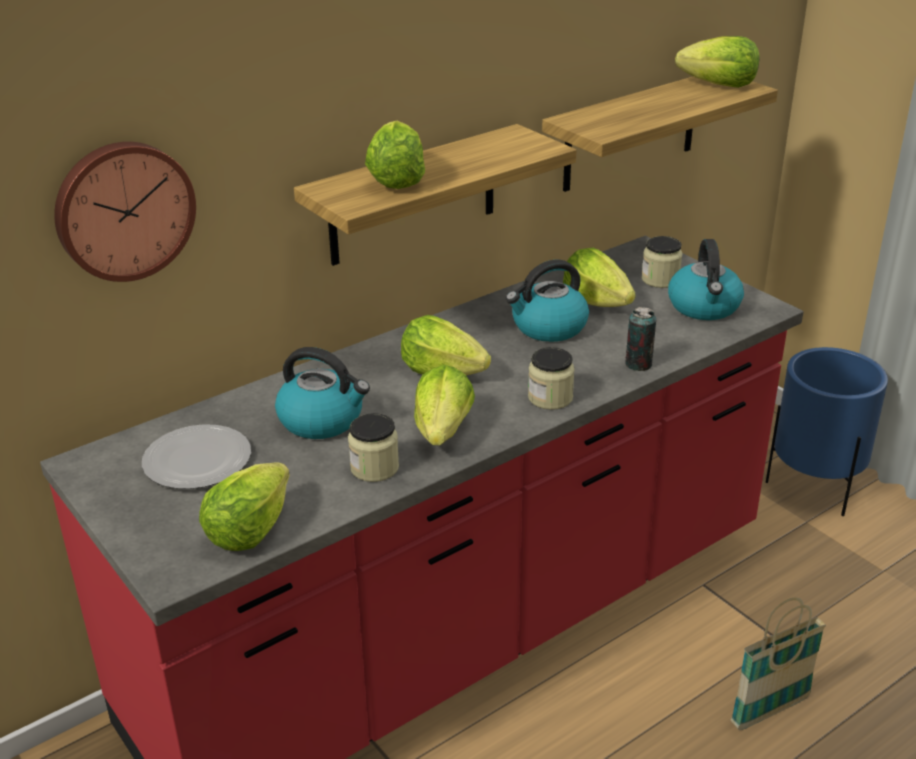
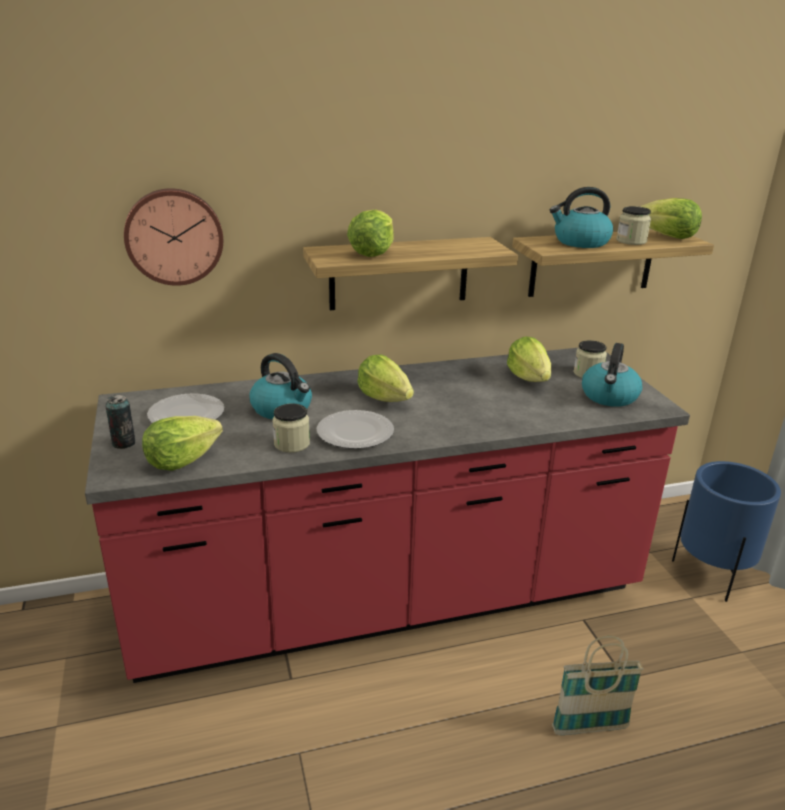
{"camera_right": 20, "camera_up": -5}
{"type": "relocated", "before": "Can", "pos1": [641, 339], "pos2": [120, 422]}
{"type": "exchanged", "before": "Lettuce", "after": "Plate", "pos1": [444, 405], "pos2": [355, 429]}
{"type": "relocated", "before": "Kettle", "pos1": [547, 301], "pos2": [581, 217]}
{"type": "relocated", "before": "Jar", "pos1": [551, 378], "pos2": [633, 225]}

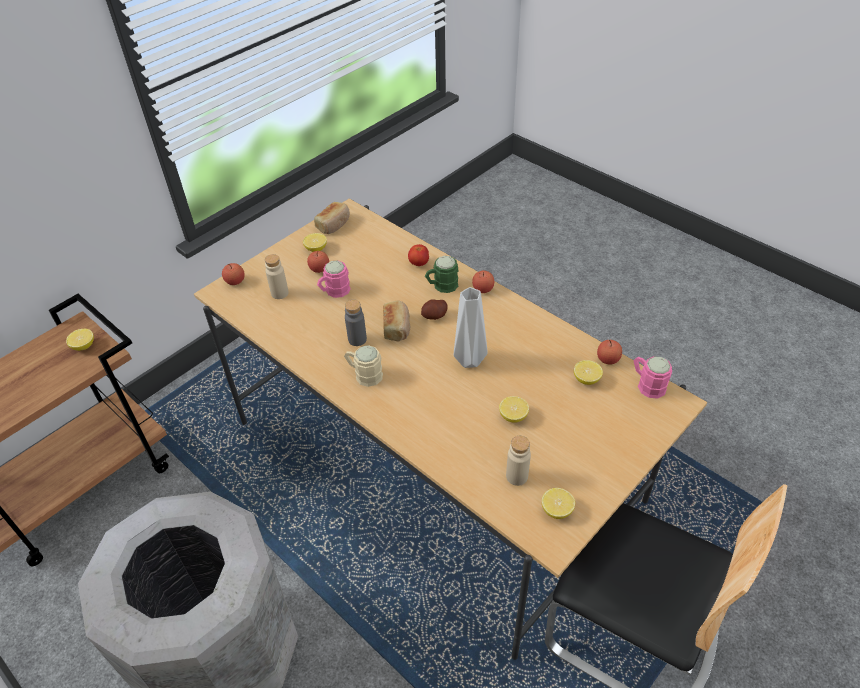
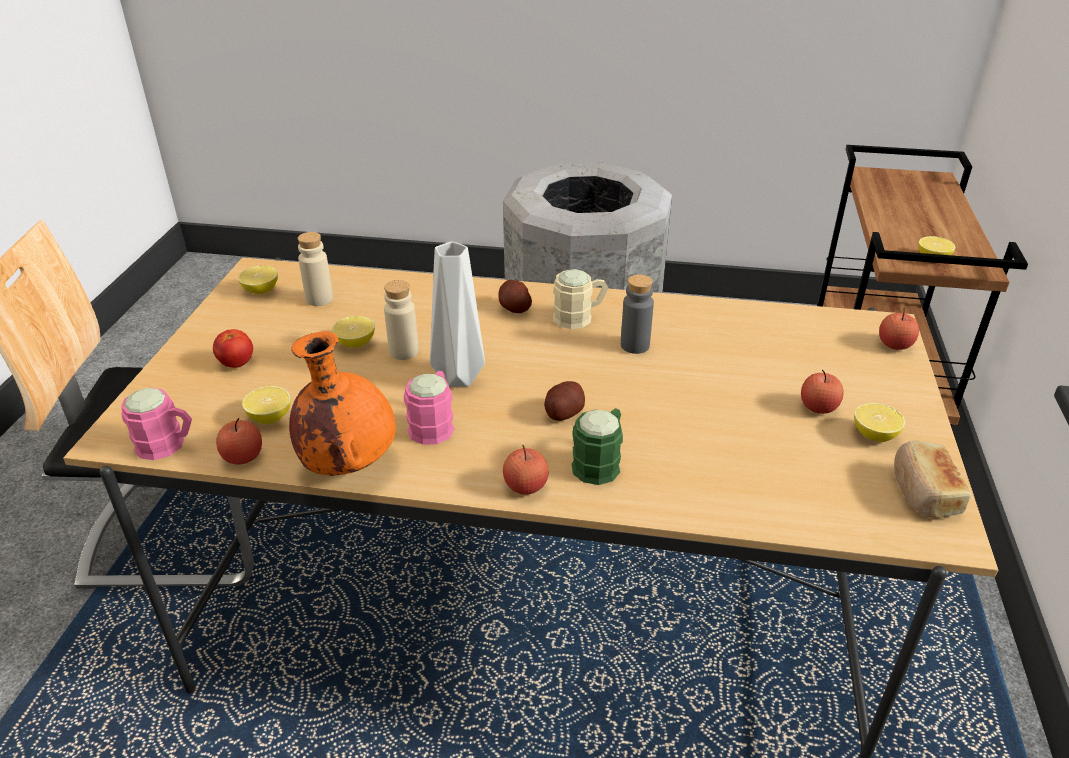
{"camera_right": 145, "camera_up": -10}
{"type": "relocated", "before": "Tomato", "pos1": [418, 255], "pos2": [233, 348]}
{"type": "appeared", "after": "OrangeVase", "pos2": [342, 403]}
{"type": "relocated", "before": "BeigeBottle", "pos1": [277, 276], "pos2": [401, 320]}
{"type": "relocated", "before": "PinkMug", "pos1": [334, 279], "pos2": [429, 408]}
{"type": "appeared", "after": "Potato", "pos2": [515, 296]}
{"type": "missing", "before": "Bread", "pos1": [396, 321]}

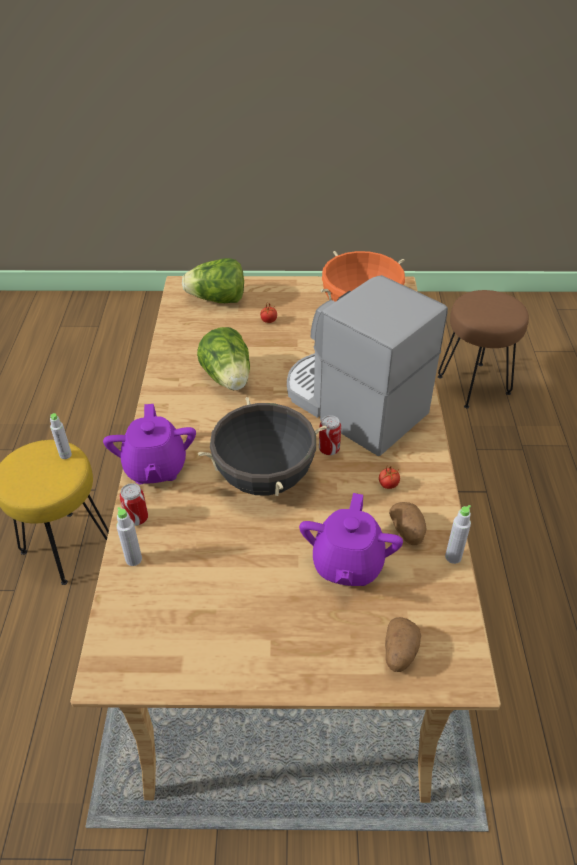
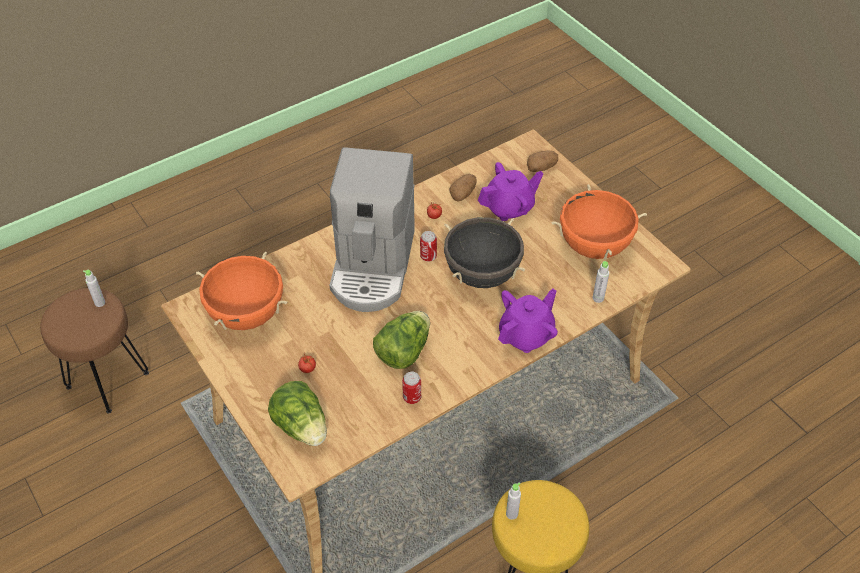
{"camera_right": -125, "camera_up": 5}
{"type": "relocated", "before": "GreyBottle", "pos1": [458, 534], "pos2": [94, 288]}
{"type": "relocated", "before": "Can", "pos1": [134, 504], "pos2": [411, 388]}
{"type": "appeared", "after": "OrangeCookingPot", "pos2": [599, 222]}

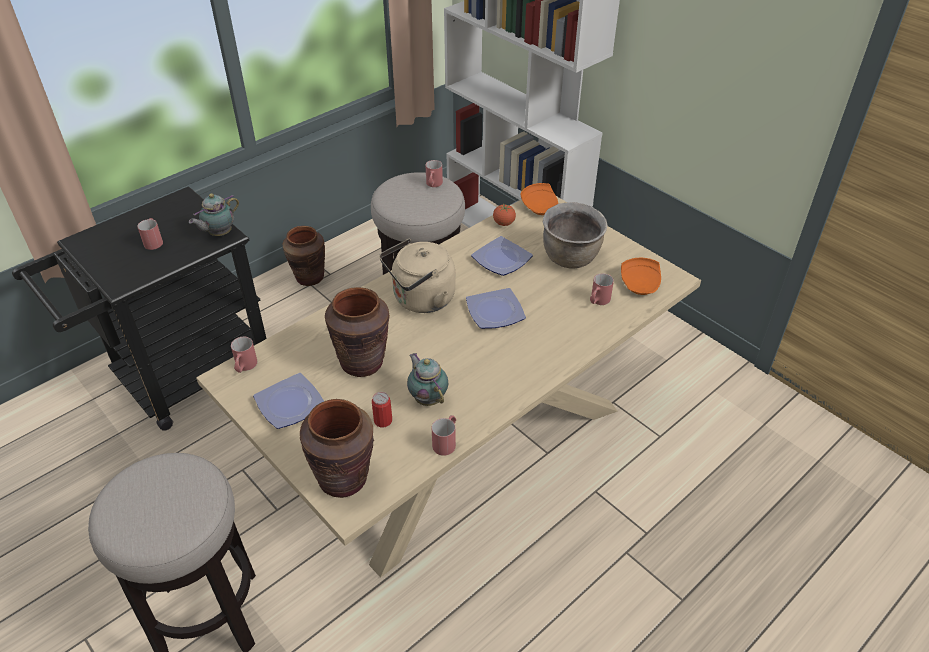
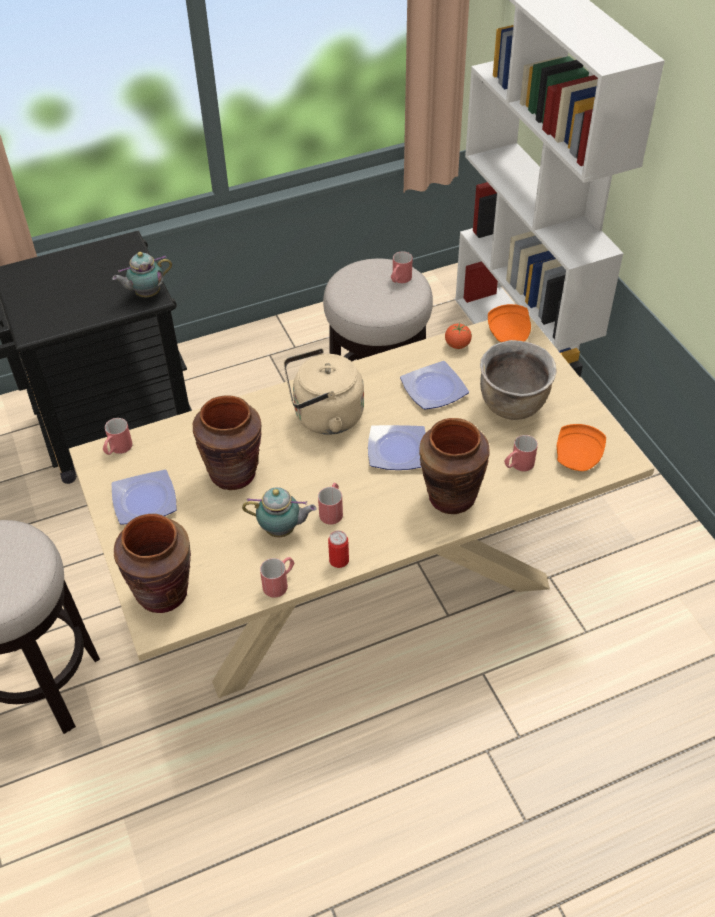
{"camera_right": 20, "camera_up": 5}
{"type": "spun", "before": "Teapot", "pos1": [427, 379], "pos2": [279, 512], "turn": 105}
{"type": "relocated", "before": "RedMug", "pos1": [150, 234], "pos2": [330, 504]}
{"type": "relocated", "before": "Can", "pos1": [382, 409], "pos2": [338, 549]}
{"type": "relocated", "before": "BrownVase", "pos1": [304, 256], "pos2": [454, 466]}

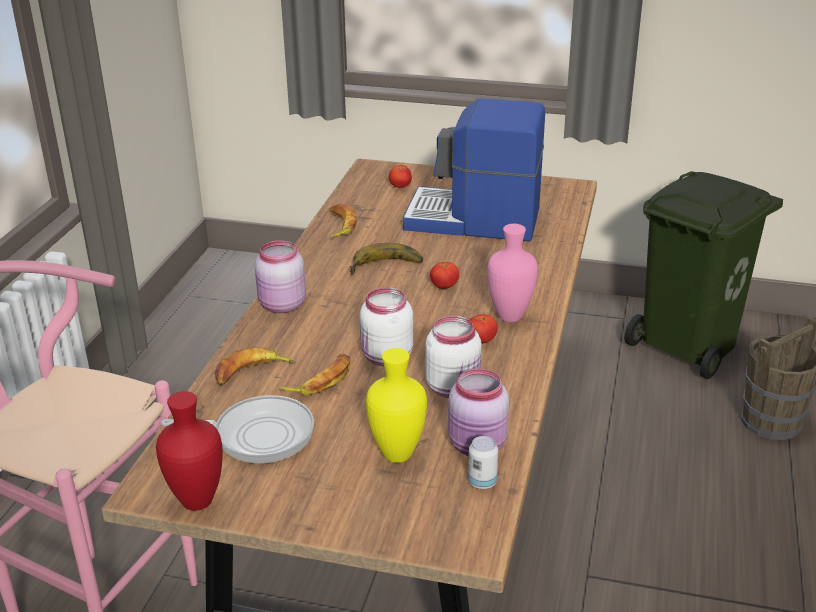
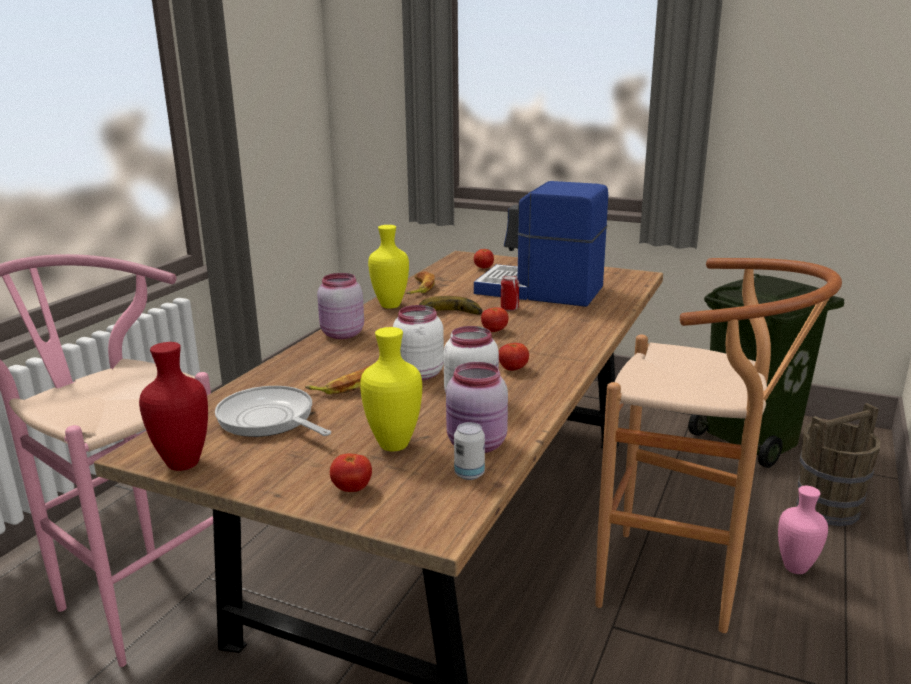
{"camera_right": 10, "camera_up": -10}
{"type": "spun", "before": "FryingPan", "pos1": [238, 429], "pos2": [273, 411], "turn": -150}
{"type": "appeared", "after": "Tomato", "pos2": [351, 472]}
{"type": "appeared", "after": "YellowVase", "pos2": [388, 267]}
{"type": "appeared", "after": "Can", "pos2": [510, 293]}
{"type": "appeared", "after": "BrownStool", "pos2": [718, 445]}
{"type": "relocated", "before": "PinkVase", "pos1": [512, 273], "pos2": [803, 530]}
{"type": "missing", "before": "Banana", "pos1": [255, 366]}

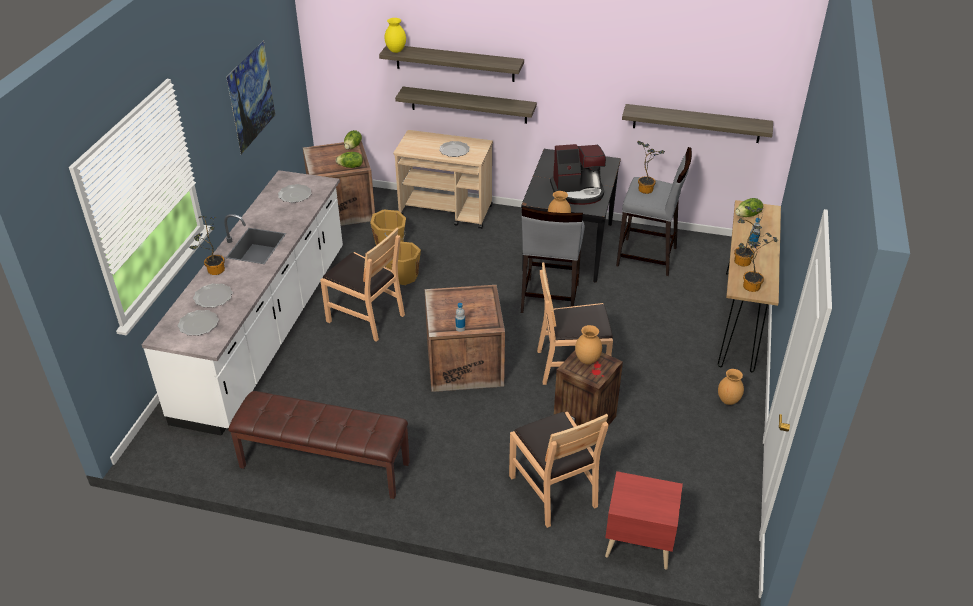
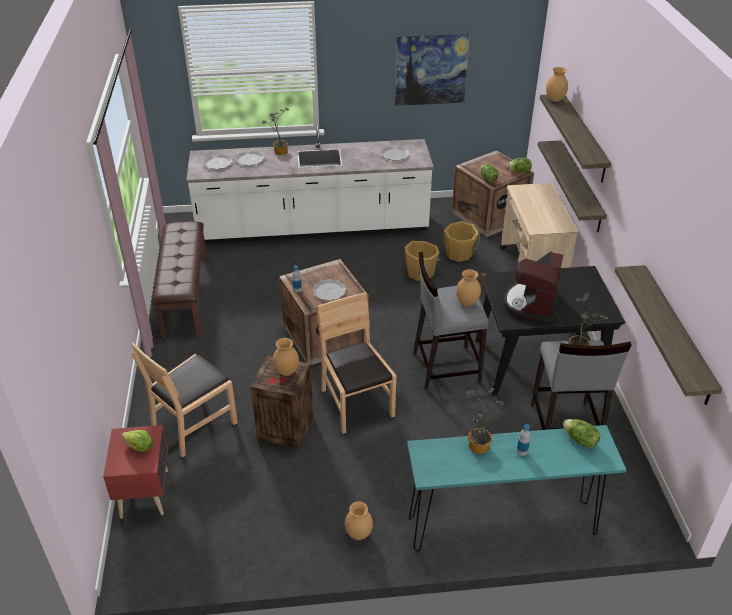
{"camera_right": 70, "camera_up": 0}
{"type": "appeared", "after": "Lettuce", "pos2": [137, 441]}
{"type": "relocated", "before": "Plate", "pos1": [454, 149], "pos2": [329, 289]}
{"type": "colour", "before": "BrownConsoleTable", "after": "TurquoiseConsoleTable", "pos1": [749, 286], "pos2": [516, 488]}
{"type": "spun", "before": "CoffeeMachine", "pos1": [578, 174], "pos2": [533, 286], "turn": 45}
{"type": "colour", "before": "YellowVase", "after": "BrownVase", "pos1": [395, 35], "pos2": [557, 84]}
{"type": "missing", "before": "BrownChair", "pos1": [362, 285]}
{"type": "missing", "before": "PottedPlant", "pos1": [758, 264]}

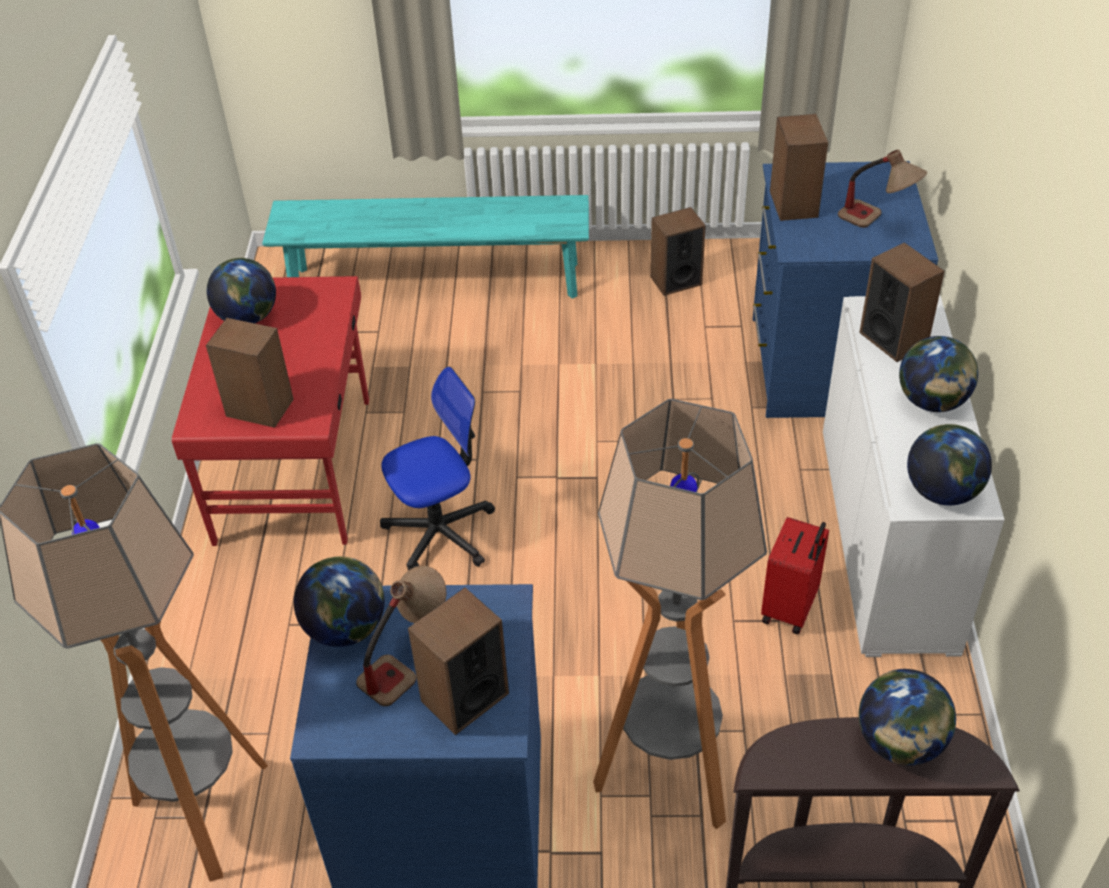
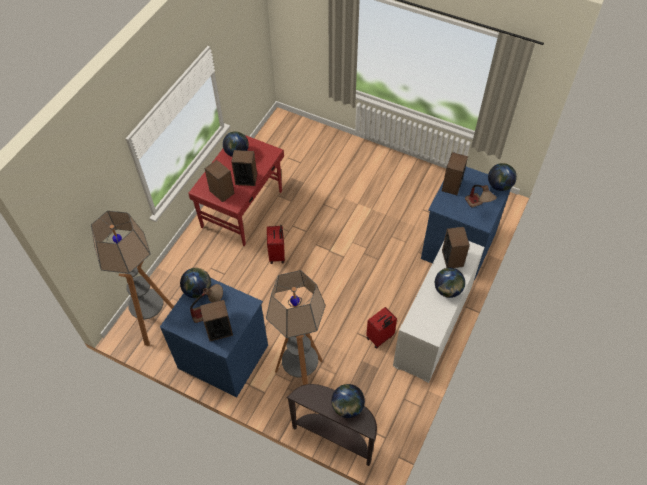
{"camera_right": 25, "camera_up": 10}
{"type": "relocated", "before": "Speaker", "pos1": [678, 251], "pos2": [244, 168]}
{"type": "exchanged", "before": "OfficeChair", "after": "RedSuitcase", "pos1": [437, 469], "pos2": [276, 244]}
{"type": "relocated", "before": "Globe", "pos1": [949, 464], "pos2": [502, 177]}
{"type": "missing", "before": "TurquoiseBench", "pos1": [425, 247]}

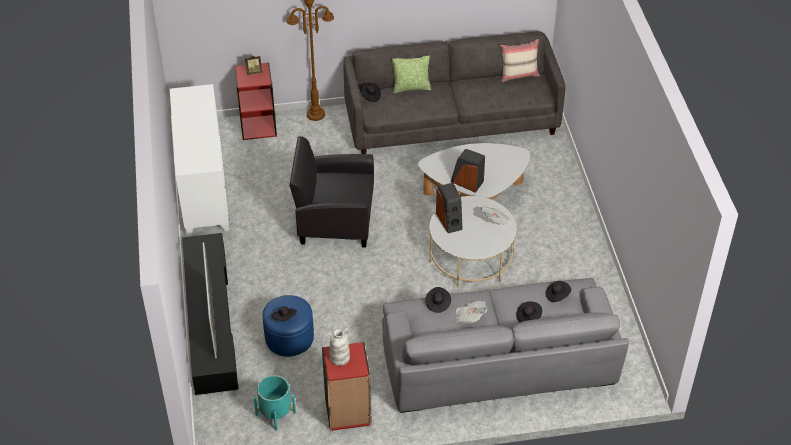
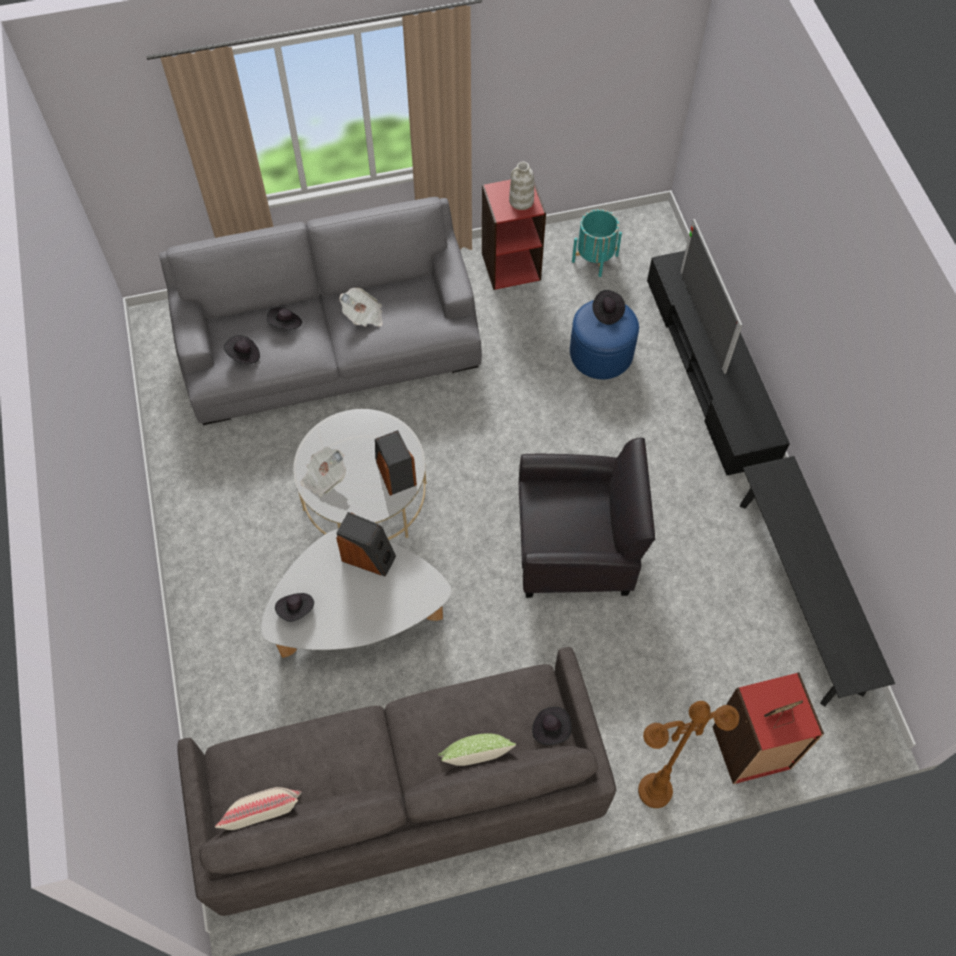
{"camera_right": 175, "camera_up": 15}
{"type": "relocated", "before": "BlackHat", "pos1": [438, 300], "pos2": [294, 607]}
{"type": "exchanged", "before": "WhiteCabinet", "after": "BlackBench", "pos1": [199, 159], "pos2": [817, 581]}

